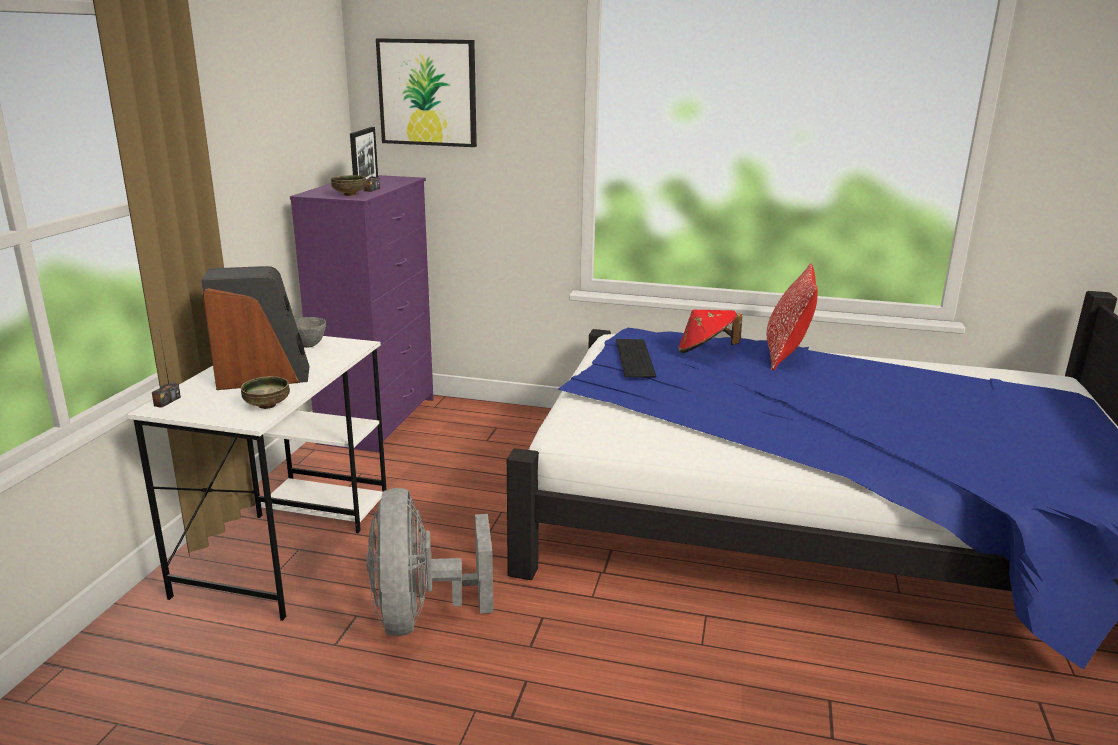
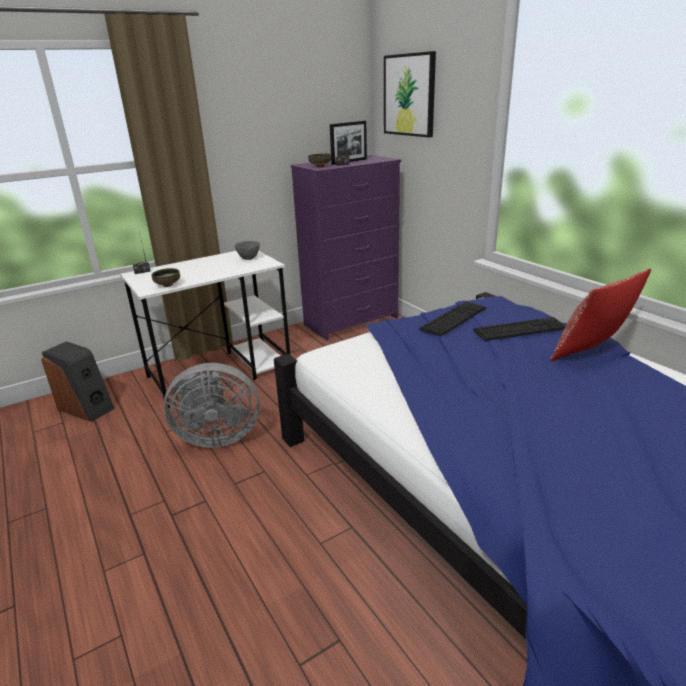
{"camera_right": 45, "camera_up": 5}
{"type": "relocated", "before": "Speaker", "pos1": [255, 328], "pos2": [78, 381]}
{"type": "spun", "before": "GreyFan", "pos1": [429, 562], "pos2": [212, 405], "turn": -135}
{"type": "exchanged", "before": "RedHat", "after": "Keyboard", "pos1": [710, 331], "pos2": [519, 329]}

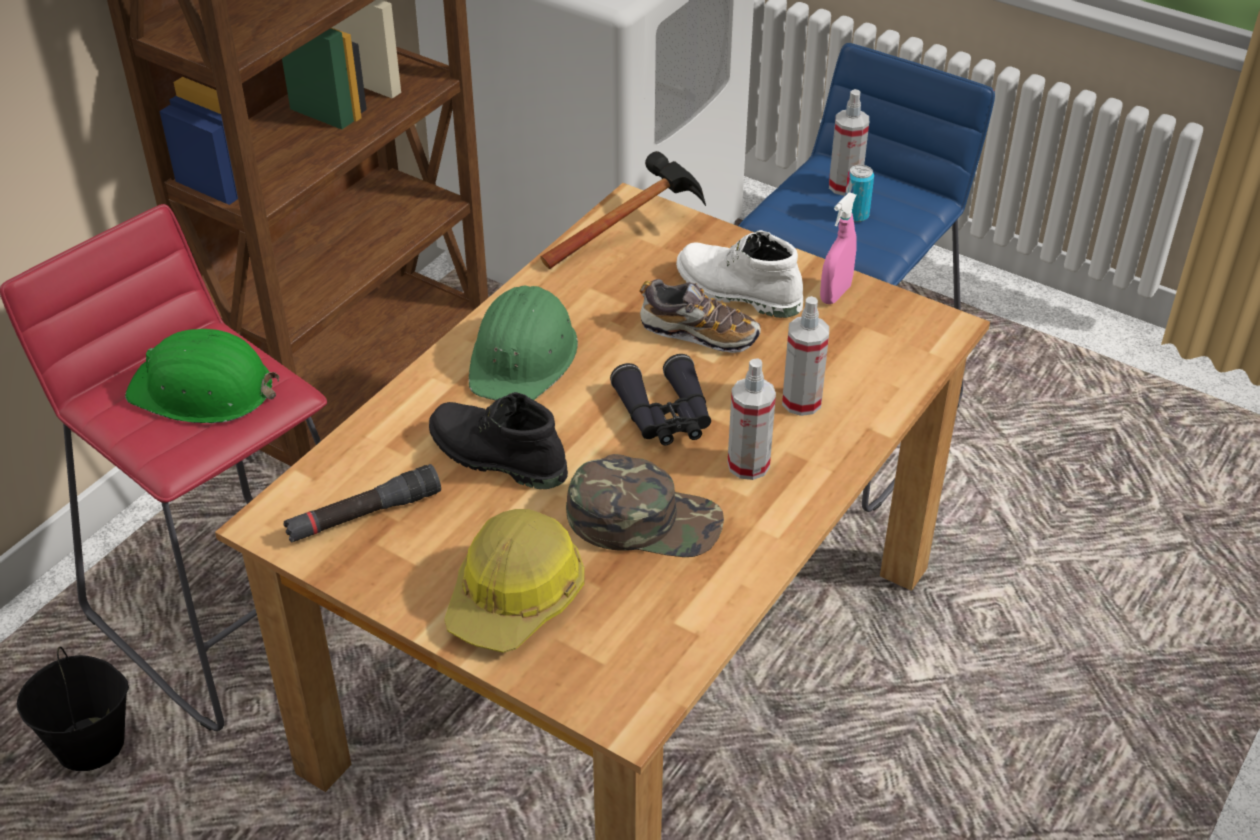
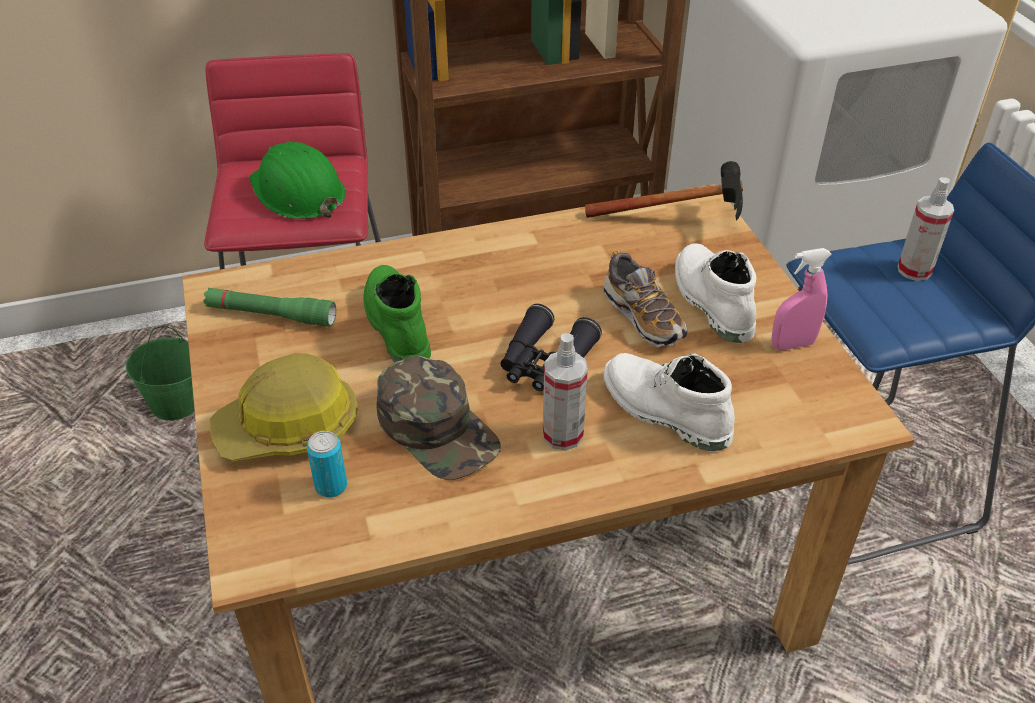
{"camera_right": 40, "camera_up": 0}
{"type": "colour", "before": "BlackBucket", "after": "GreenBucket", "pos1": [73, 709], "pos2": [160, 373]}
{"type": "colour", "before": "BlackFlashlight", "after": "GreenFlashlight", "pos1": [362, 503], "pos2": [269, 307]}
{"type": "relocated", "before": "Can", "pos1": [859, 193], "pos2": [326, 464]}
{"type": "colour", "before": "BlackBoot", "after": "GreenBoot", "pos1": [498, 440], "pos2": [397, 314]}
{"type": "exchanged", "before": "SprayBottle", "after": "WhiteBoot", "pos1": [805, 356], "pos2": [669, 402]}
{"type": "missing", "before": "GreenHardHat", "pos1": [523, 343]}

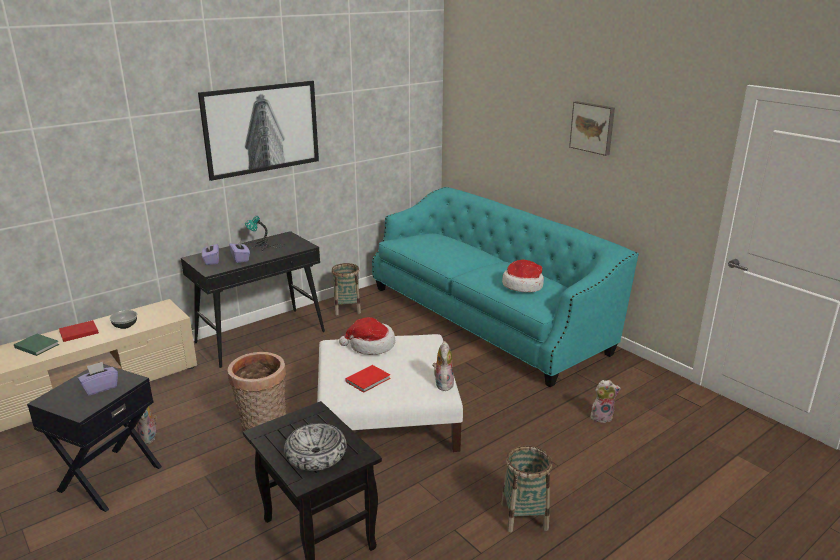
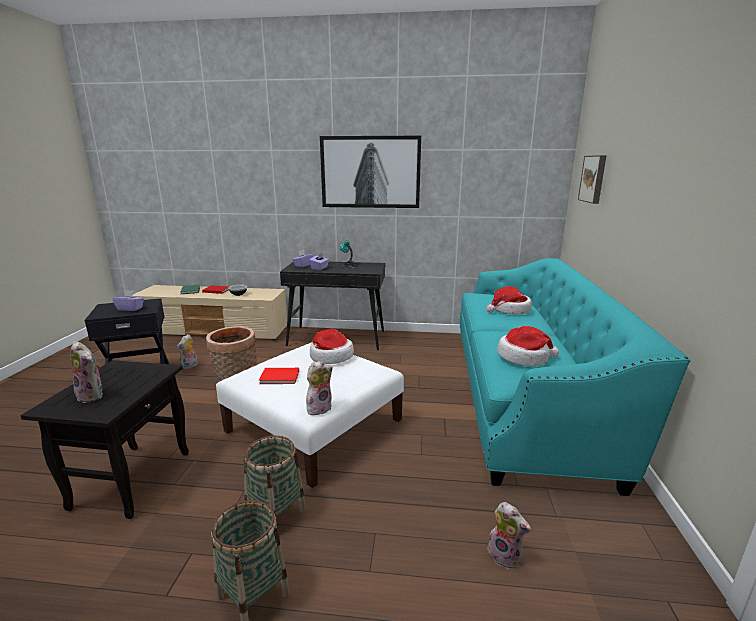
{"camera_right": 45, "camera_up": -5}
{"type": "exchanged", "before": "Bowl", "after": "PlushToy", "pos1": [315, 447], "pos2": [86, 372]}
{"type": "relocated", "before": "Basket", "pos1": [346, 289], "pos2": [275, 479]}
{"type": "appeared", "after": "Hat", "pos2": [509, 300]}
{"type": "relocated", "before": "Picture", "pos1": [592, 128], "pos2": [592, 179]}

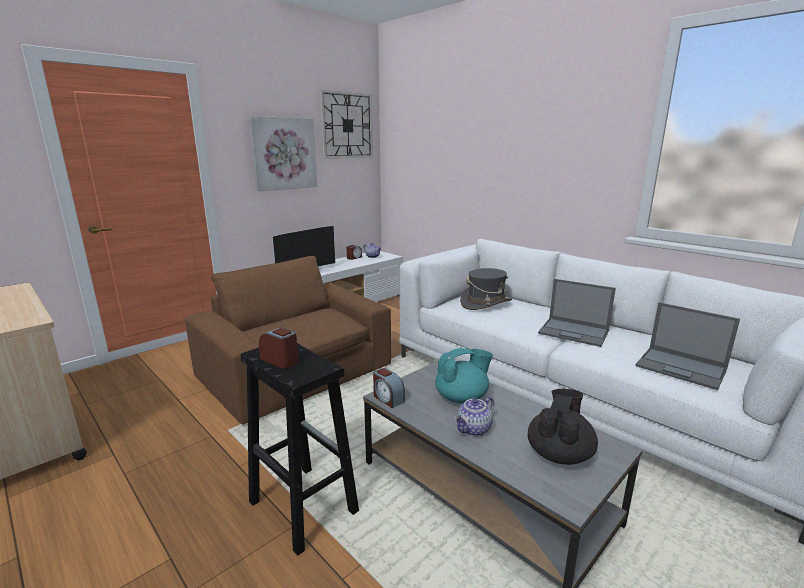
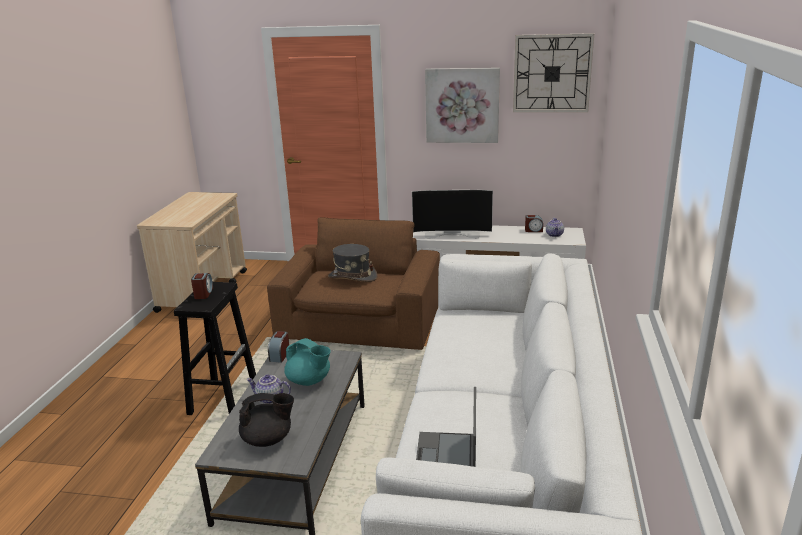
{"camera_right": 55, "camera_up": 5}
{"type": "relocated", "before": "GreyHat", "pos1": [486, 289], "pos2": [353, 263]}
{"type": "missing", "before": "Laptop", "pos1": [577, 313]}

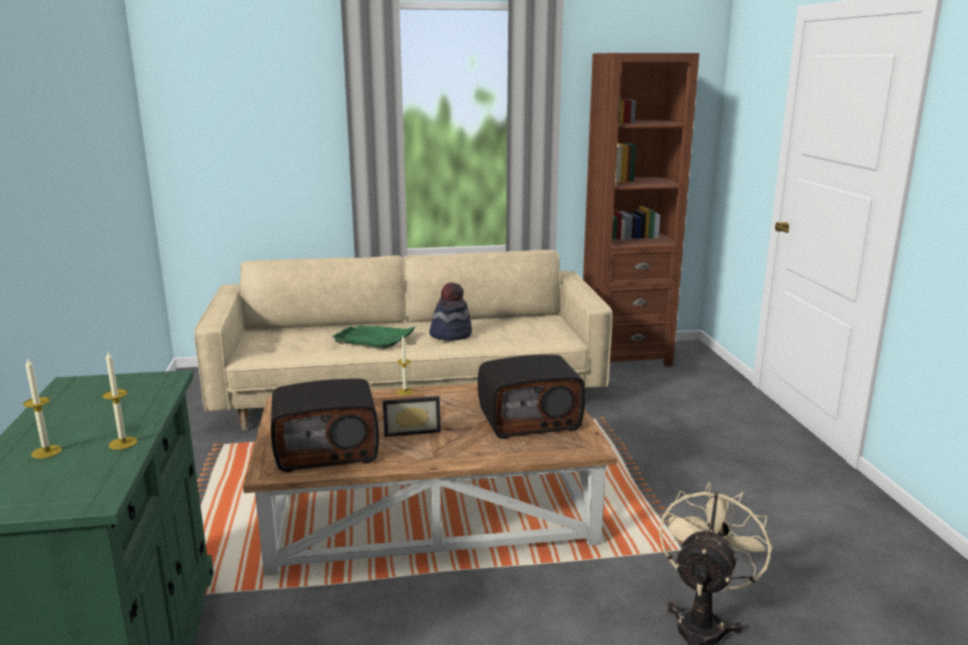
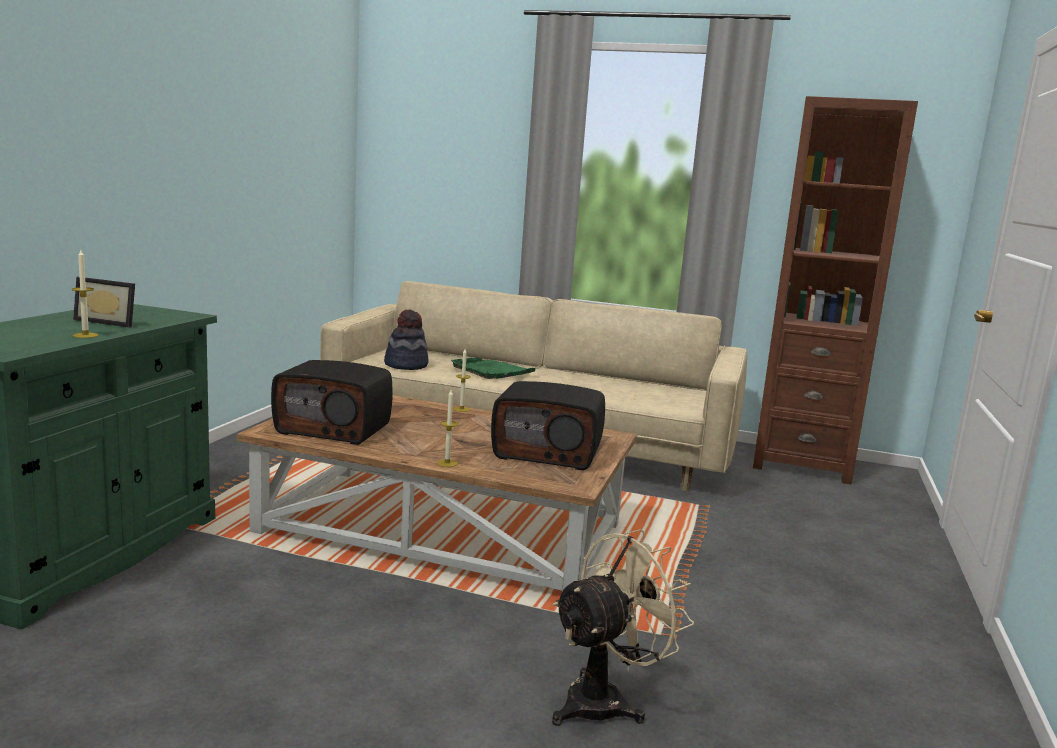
{"camera_right": 25, "camera_up": -5}
{"type": "relocated", "before": "PictureFrame", "pos1": [411, 416], "pos2": [104, 302]}
{"type": "relocated", "before": "Hat", "pos1": [450, 311], "pos2": [406, 340]}
{"type": "relocated", "before": "Candle", "pos1": [42, 408], "pos2": [447, 428]}

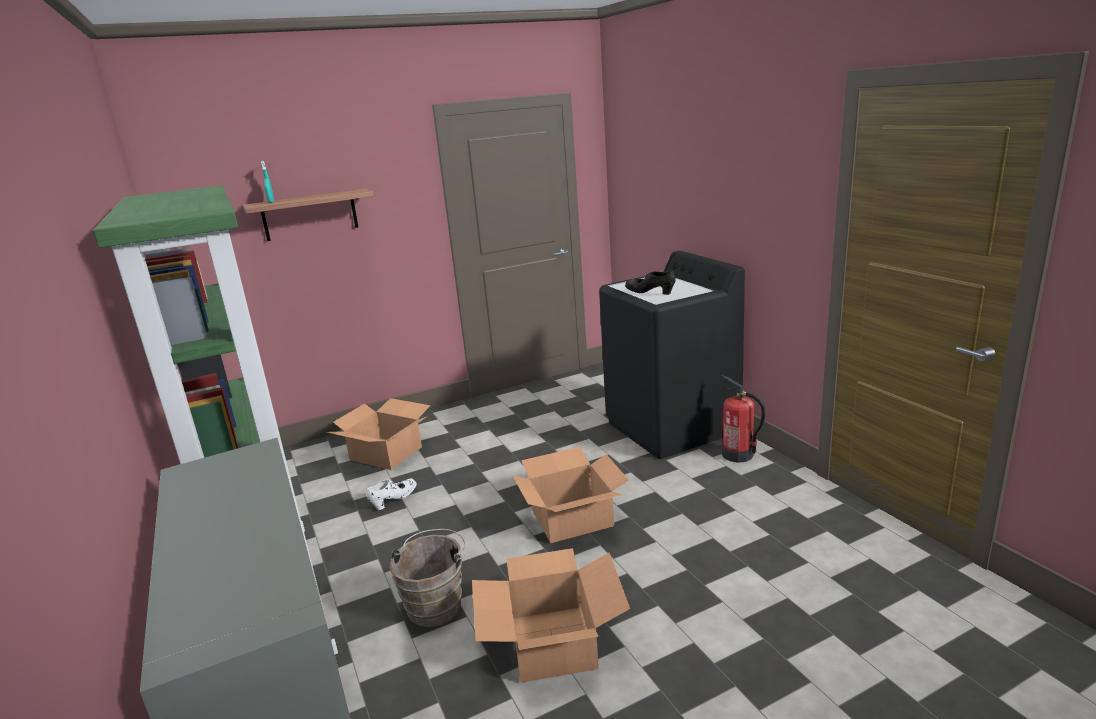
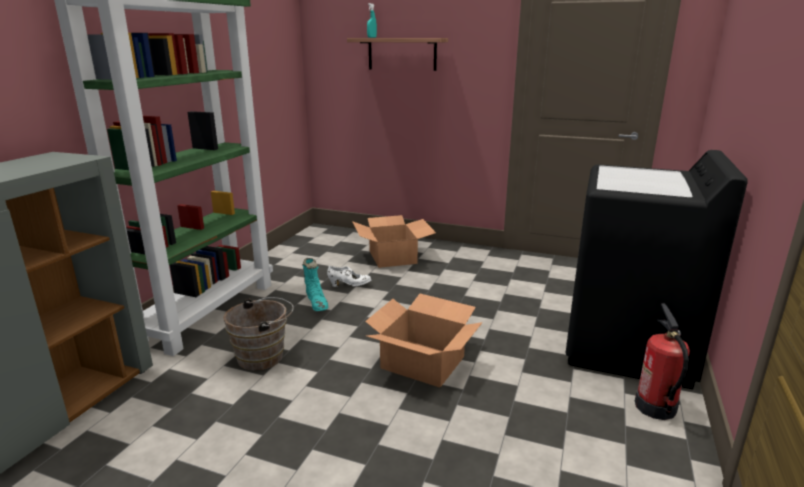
{"camera_right": 45, "camera_up": 0}
{"type": "appeared", "after": "TurquoiseBoot", "pos2": [315, 284]}
{"type": "missing", "before": "CardboardBox", "pos1": [551, 615]}
{"type": "missing", "before": "BlackShoe", "pos1": [650, 283]}

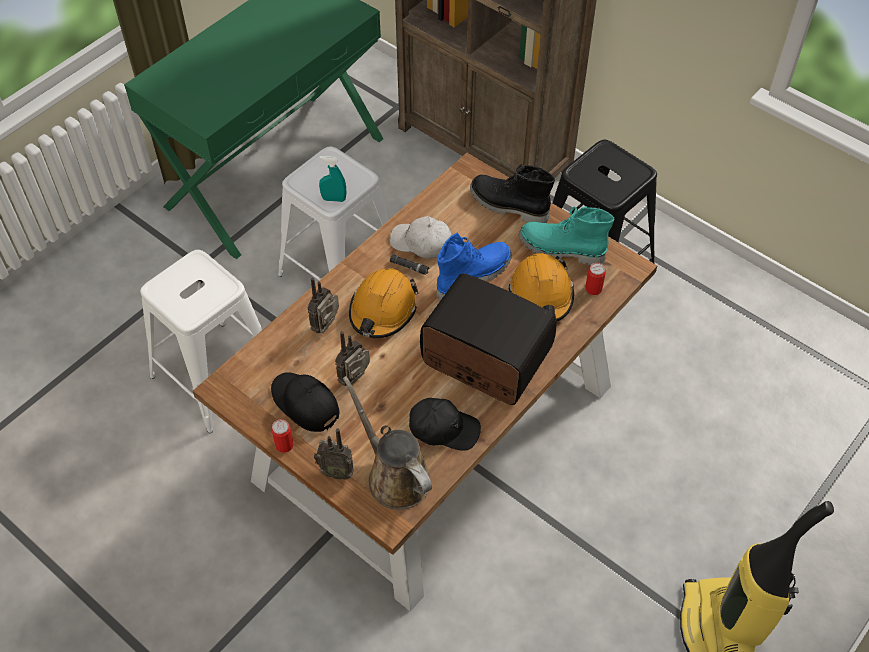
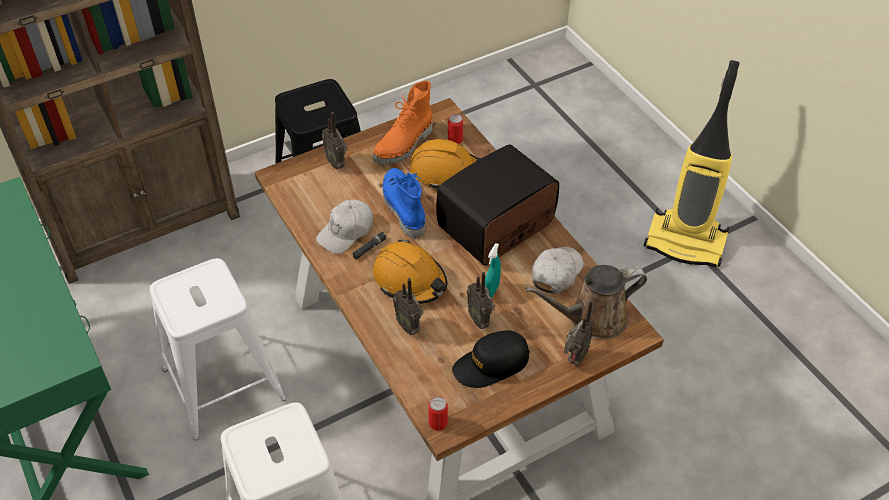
{"camera_right": -70, "camera_up": -5}
{"type": "exchanged", "before": "BlackBoot", "after": "Radio", "pos1": [512, 193], "pos2": [335, 141]}
{"type": "colour", "before": "TurquoiseBoot", "after": "OrangeBoot", "pos1": [566, 235], "pos2": [403, 123]}
{"type": "relocated", "before": "Can", "pos1": [282, 436], "pos2": [438, 413]}
{"type": "relocated", "before": "TurquoiseSprayBottle", "pos1": [332, 179], "pos2": [493, 270]}
{"type": "colour", "before": "BlackCap", "after": "WhiteCap", "pos1": [445, 424], "pos2": [558, 270]}

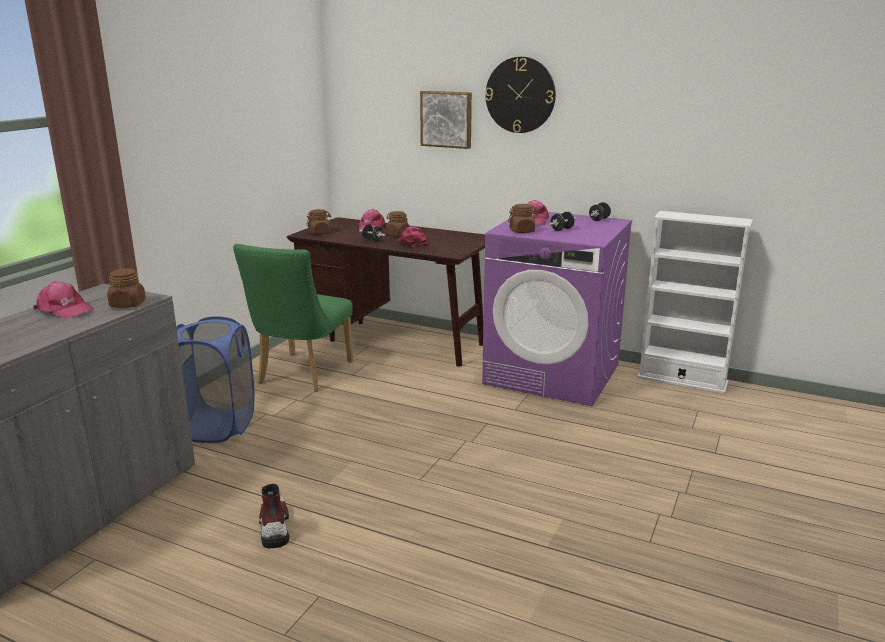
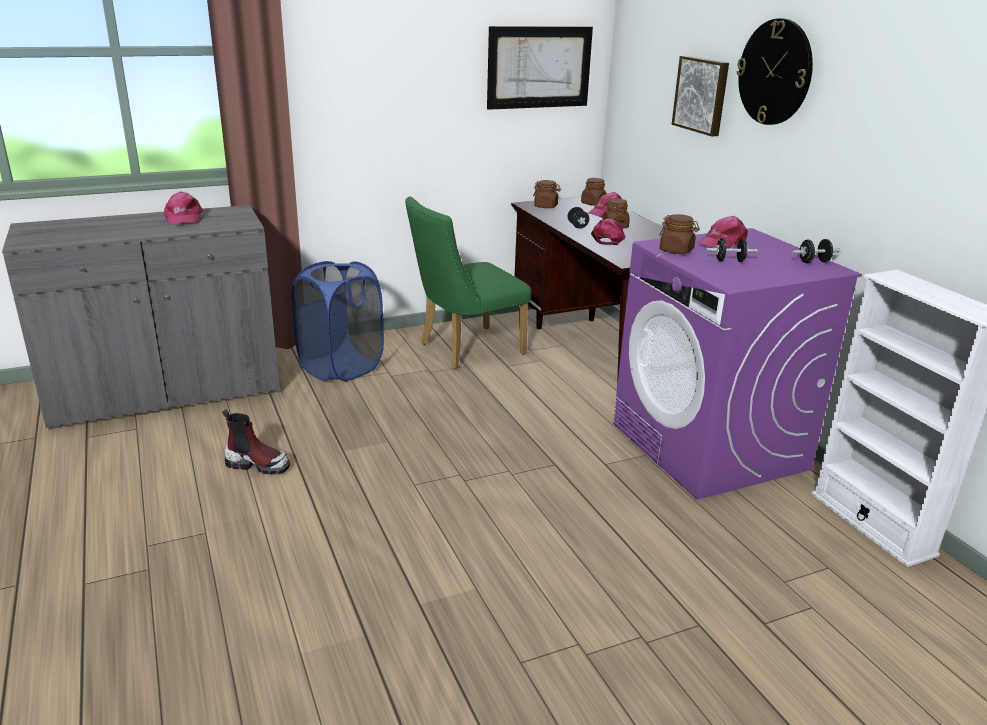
{"camera_right": 40, "camera_up": 5}
{"type": "spun", "before": "Boot", "pos1": [274, 516], "pos2": [256, 441], "turn": 75}
{"type": "appeared", "after": "Picture", "pos2": [540, 68]}
{"type": "relocated", "before": "BrownJar", "pos1": [126, 288], "pos2": [594, 192]}

